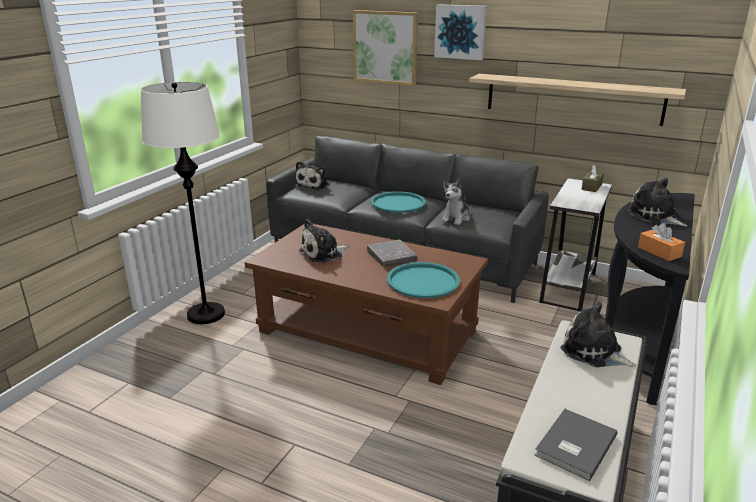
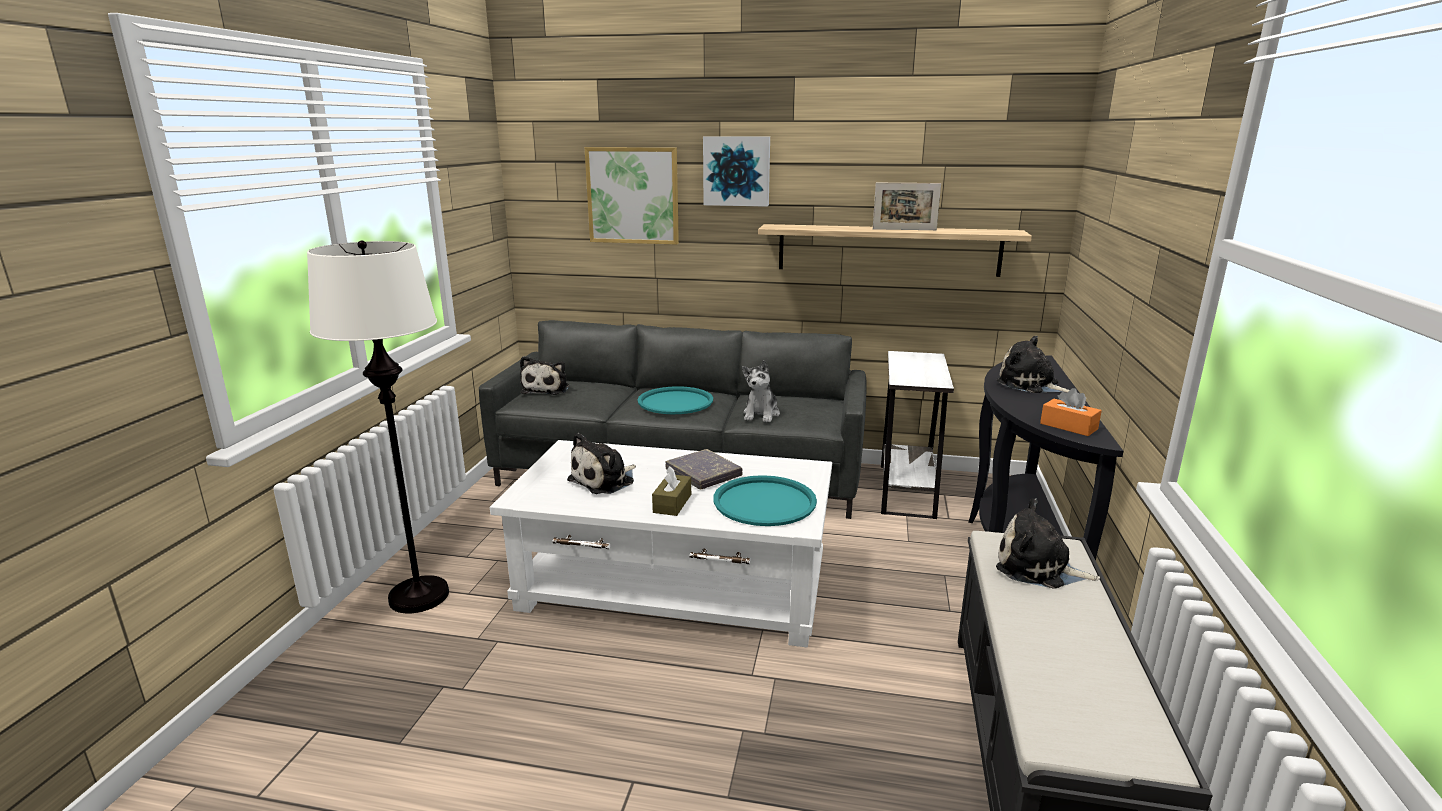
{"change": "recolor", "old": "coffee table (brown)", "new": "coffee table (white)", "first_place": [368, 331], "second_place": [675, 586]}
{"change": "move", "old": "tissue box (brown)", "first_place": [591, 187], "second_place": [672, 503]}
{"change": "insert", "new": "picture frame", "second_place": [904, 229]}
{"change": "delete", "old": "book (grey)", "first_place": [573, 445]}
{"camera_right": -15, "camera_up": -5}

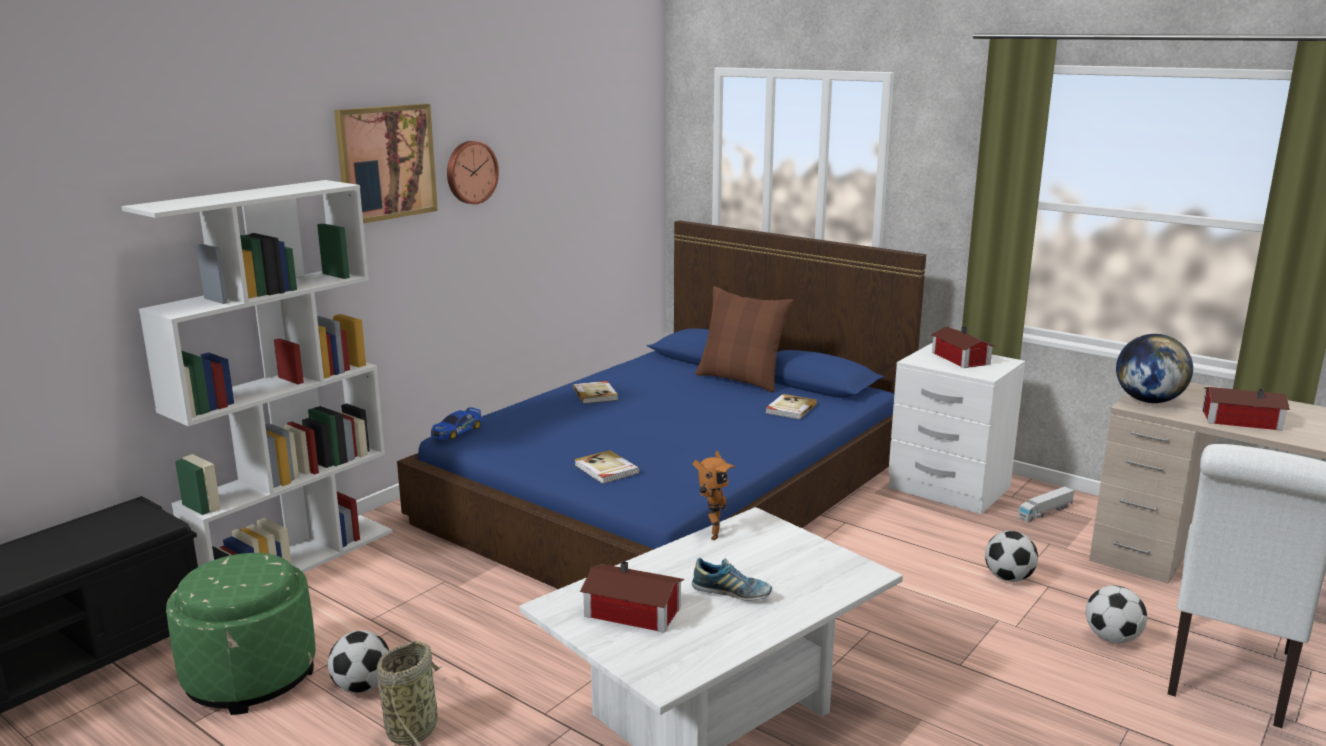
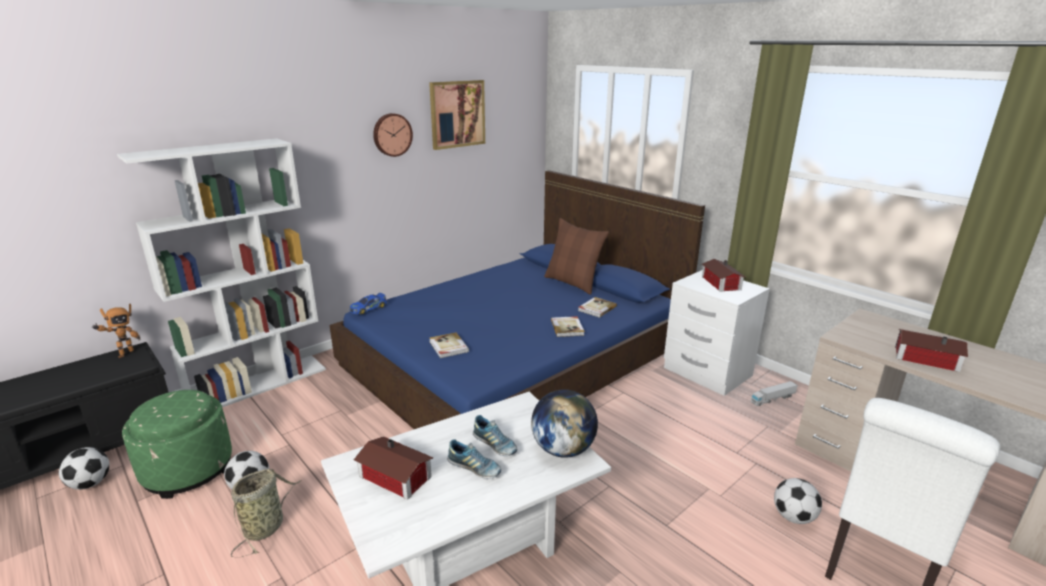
{"change": "move", "old": "football", "first_place": [1008, 578], "second_place": [90, 484]}
{"change": "move", "old": "toy robot", "first_place": [711, 534], "second_place": [124, 353]}
{"change": "move", "old": "picture", "first_place": [386, 162], "second_place": [457, 114]}
{"change": "insert", "new": "shoe", "second_place": [495, 445]}
{"change": "move", "old": "globe", "first_place": [1148, 401], "second_place": [563, 449]}
{"change": "move", "old": "book", "first_place": [596, 394], "second_place": [567, 328]}
{"camera_right": 10, "camera_up": 5}

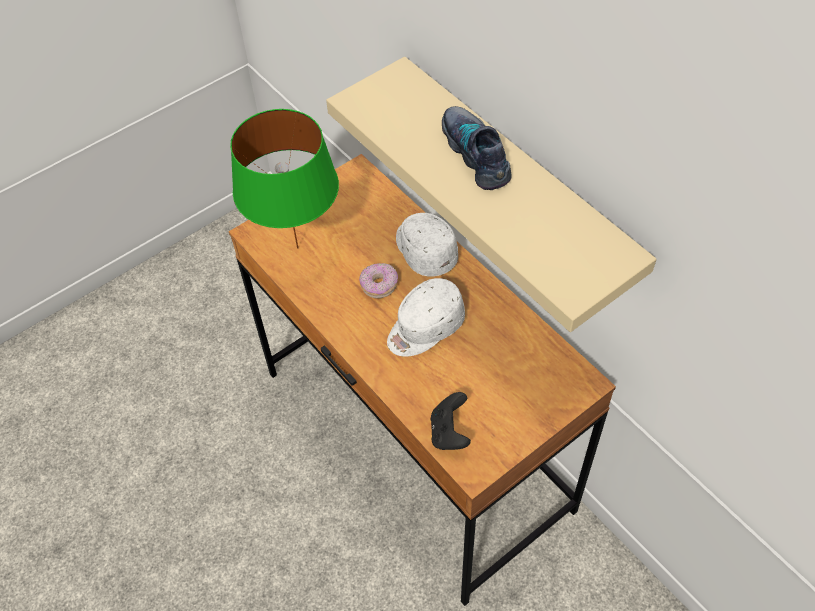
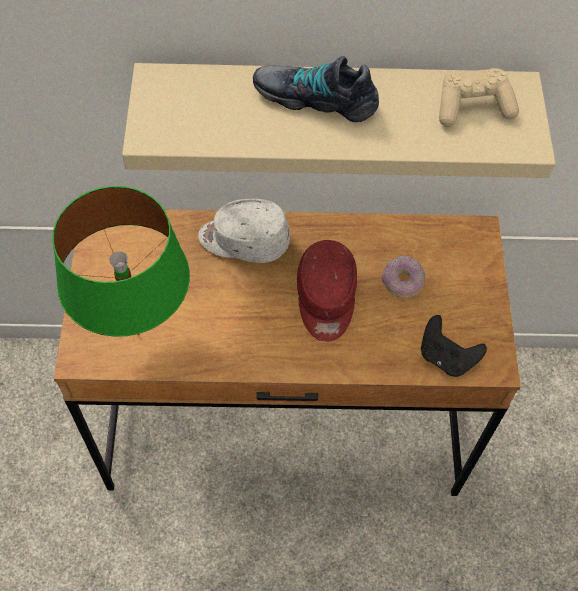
{"change": "recolor", "old": "cap (white)", "new": "cap (red)", "first_place": [424, 328], "second_place": [326, 299]}
{"change": "move", "old": "donut", "first_place": [379, 285], "second_place": [402, 282]}
{"change": "insert", "new": "game controller (beige)", "second_place": [472, 107]}
{"camera_right": -55, "camera_up": 5}

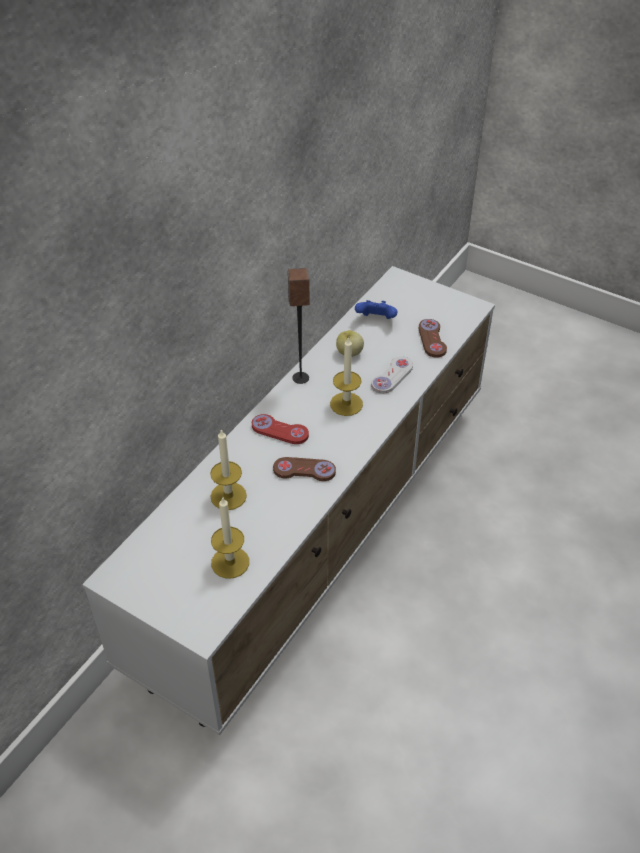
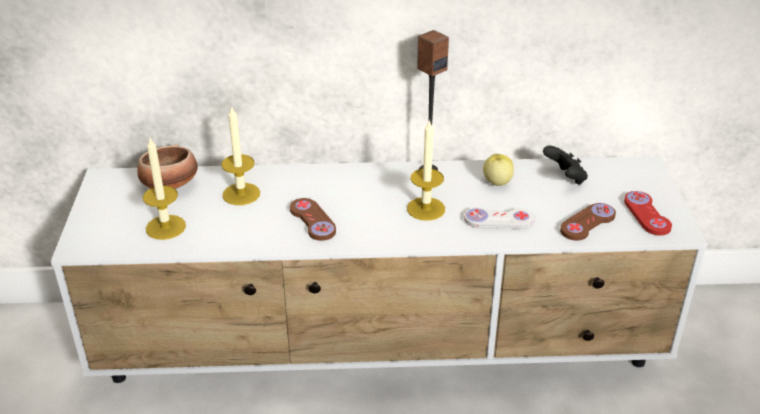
{"change": "insert", "new": "bowl", "second_place": [169, 185]}
{"change": "recolor", "old": "game controller (blue)", "new": "game controller (black)", "first_place": [376, 320], "second_place": [565, 178]}
{"change": "move", "old": "game controller (red)", "first_place": [280, 430], "second_place": [646, 214]}
{"camera_right": 55, "camera_up": -10}

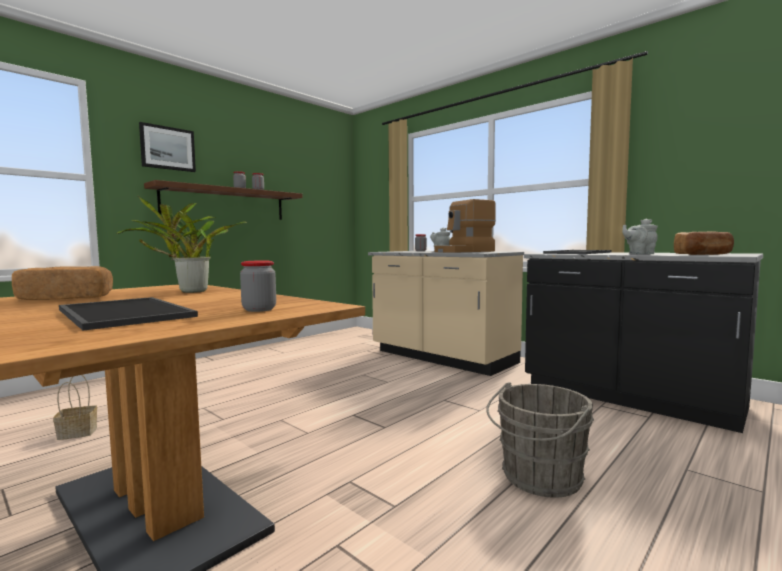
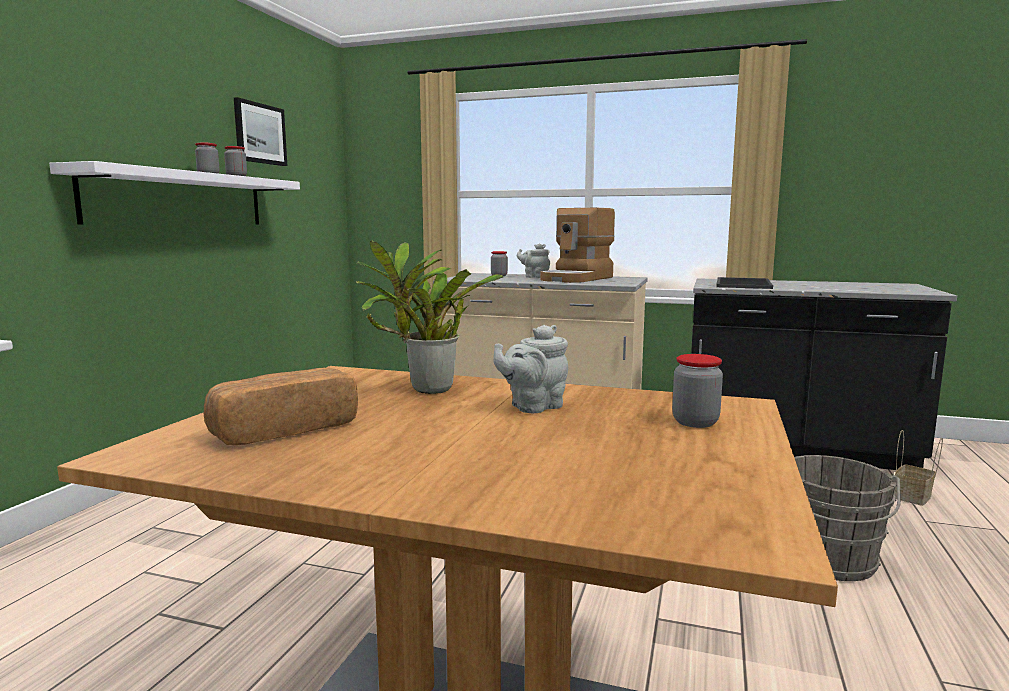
{"change": "recolor", "old": "shelf (brown)", "new": "shelf (white)", "first_place": [225, 203], "second_place": [180, 199]}
{"change": "move", "old": "picture", "first_place": [167, 148], "second_place": [260, 133]}
{"change": "move", "old": "teapot (grey)", "first_place": [639, 254], "second_place": [533, 407]}
{"change": "move", "old": "basket", "first_place": [76, 433], "second_place": [913, 497]}
{"change": "delete", "old": "tray", "first_place": [121, 313]}
{"change": "delete", "old": "bread", "first_place": [704, 254]}
{"camera_right": -25, "camera_up": 5}

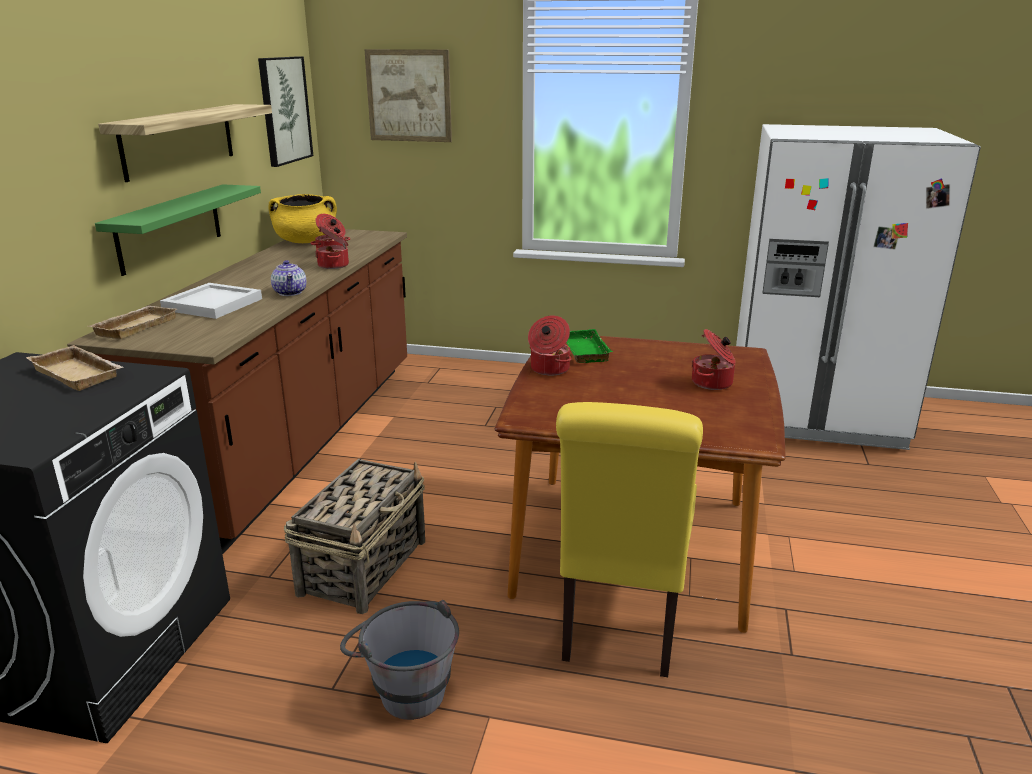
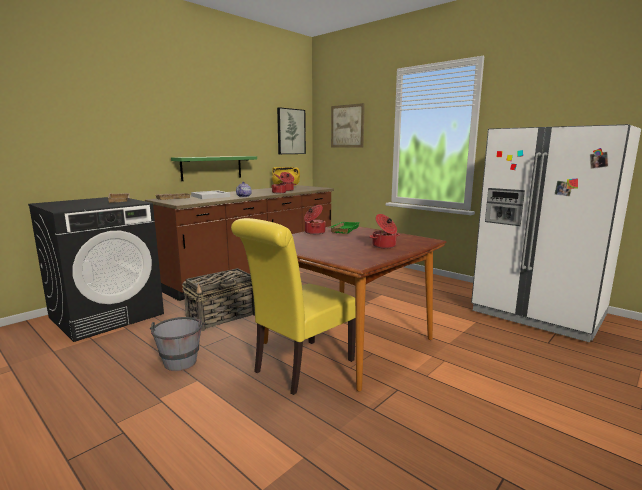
{"change": "delete", "old": "shelf", "first_place": [179, 140]}
{"camera_right": 30, "camera_up": -10}

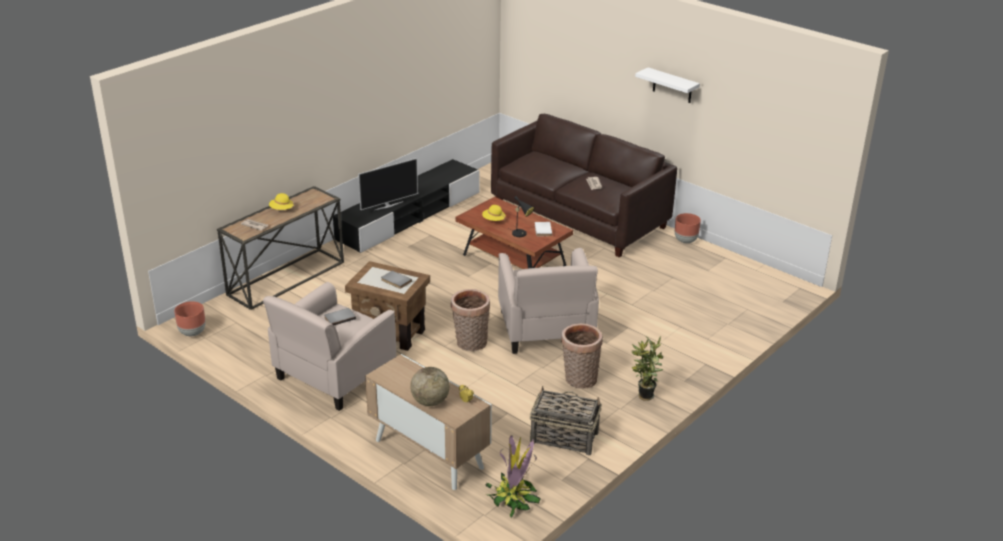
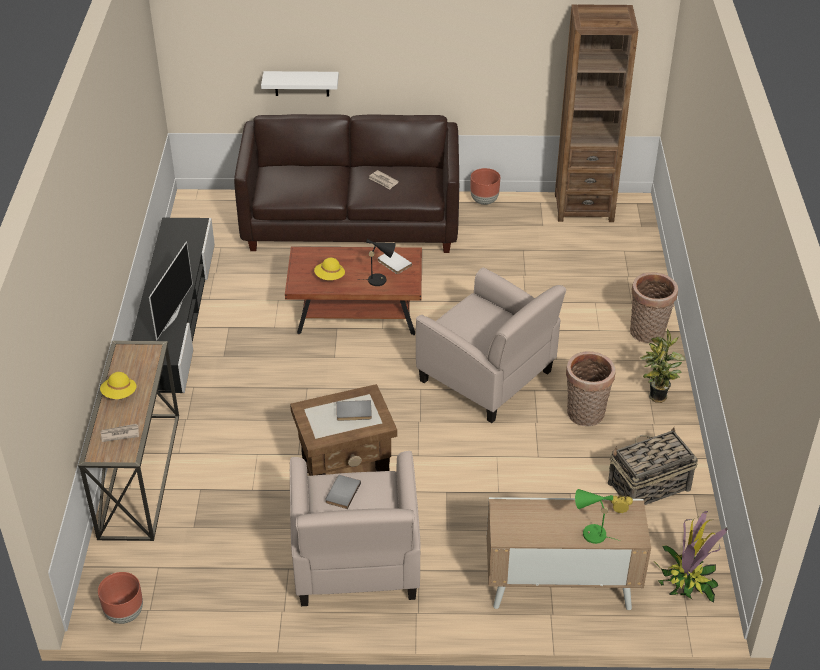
{"change": "move", "old": "shelf (white)", "first_place": [672, 86], "second_place": [301, 83]}
{"change": "insert", "new": "bookcase (brown)", "second_place": [584, 207]}
{"change": "replace", "old": "globe", "new": "table lamp (green)", "first_place": [430, 402], "second_place": [590, 534]}
{"change": "move", "old": "basket", "first_place": [470, 344], "second_place": [647, 333]}
{"camera_right": -40, "camera_up": 10}

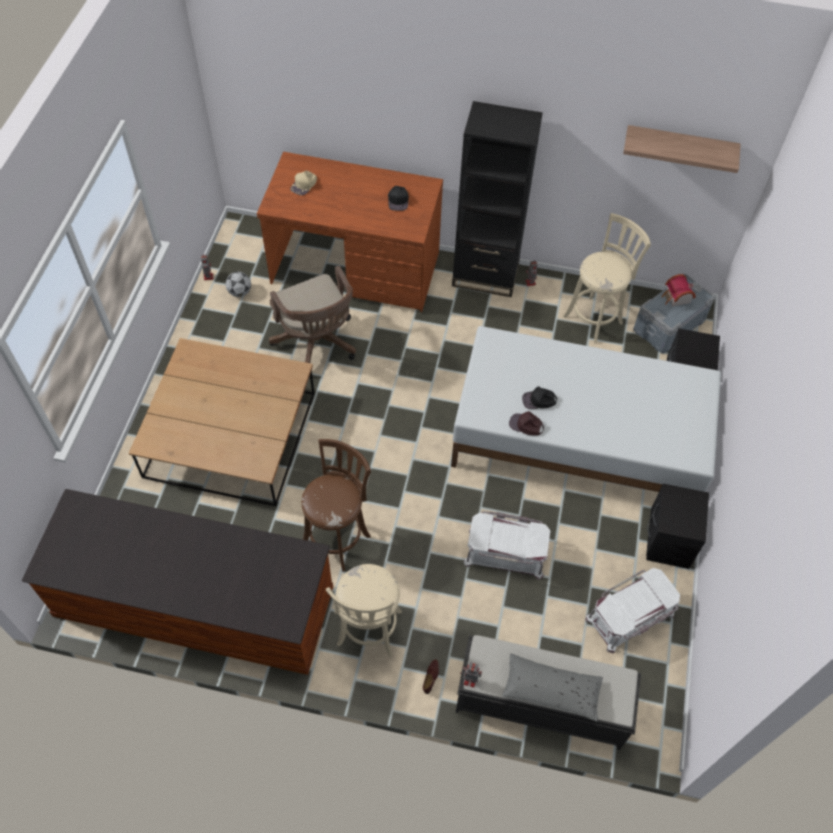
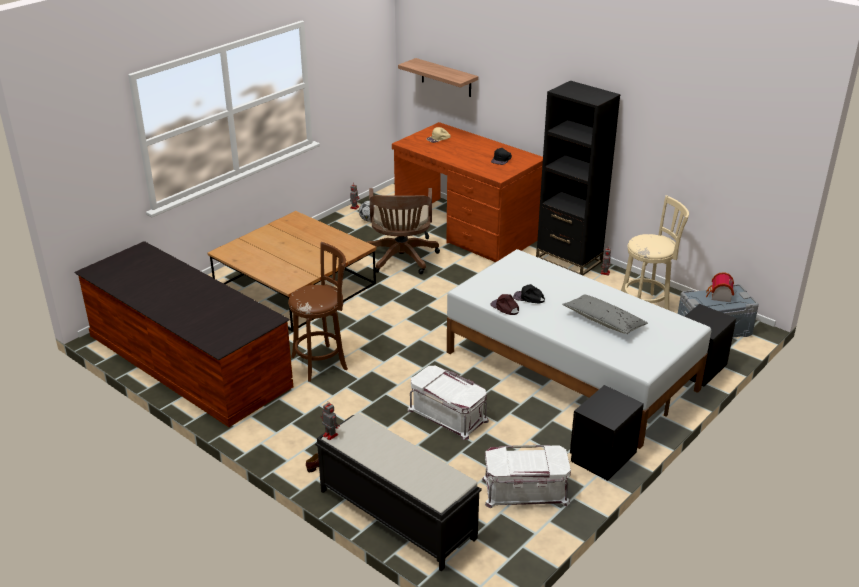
{"change": "move", "old": "shelf", "first_place": [680, 146], "second_place": [446, 78]}
{"change": "move", "old": "pillow (grey)", "first_place": [551, 690], "second_place": [604, 321]}
{"change": "delete", "old": "stool (beige)", "first_place": [368, 632]}
{"camera_right": 30, "camera_up": -25}

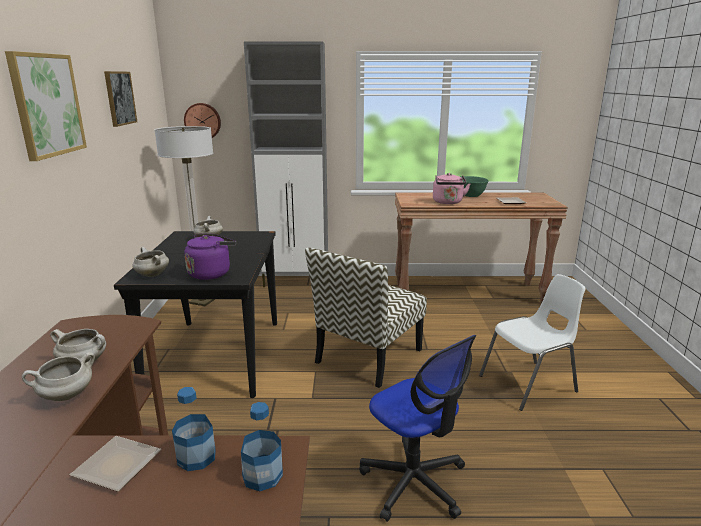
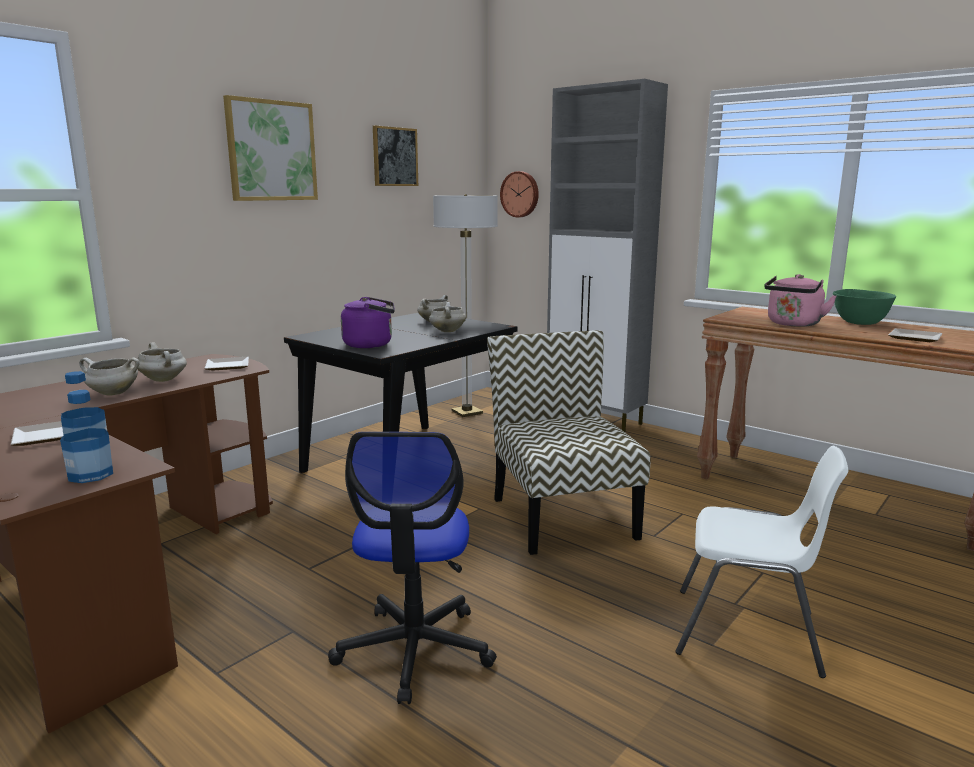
{"change": "insert", "new": "plate", "second_place": [229, 366]}
{"change": "move", "old": "cooking pot (white)", "first_place": [152, 275], "second_place": [447, 331]}
{"change": "rotate", "old": "chair", "first_place": [368, 357], "second_place": [561, 517], "degrees": 90}
{"camera_right": 40, "camera_up": -5}

